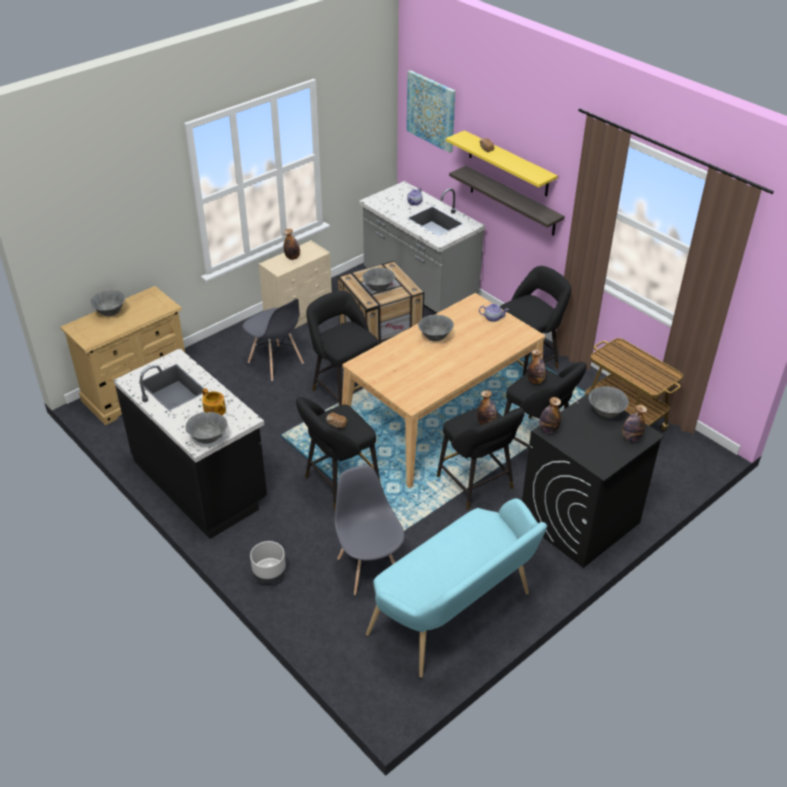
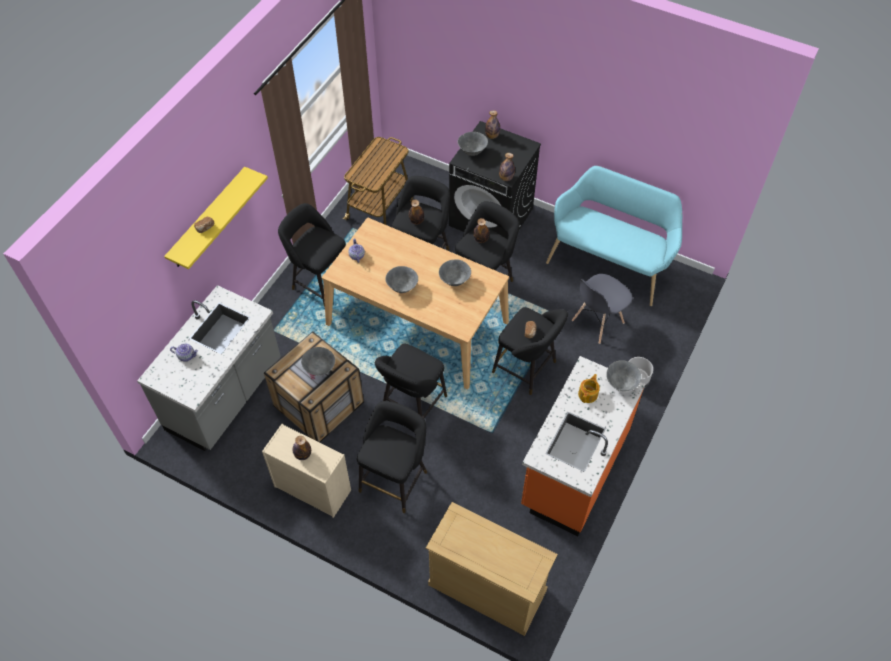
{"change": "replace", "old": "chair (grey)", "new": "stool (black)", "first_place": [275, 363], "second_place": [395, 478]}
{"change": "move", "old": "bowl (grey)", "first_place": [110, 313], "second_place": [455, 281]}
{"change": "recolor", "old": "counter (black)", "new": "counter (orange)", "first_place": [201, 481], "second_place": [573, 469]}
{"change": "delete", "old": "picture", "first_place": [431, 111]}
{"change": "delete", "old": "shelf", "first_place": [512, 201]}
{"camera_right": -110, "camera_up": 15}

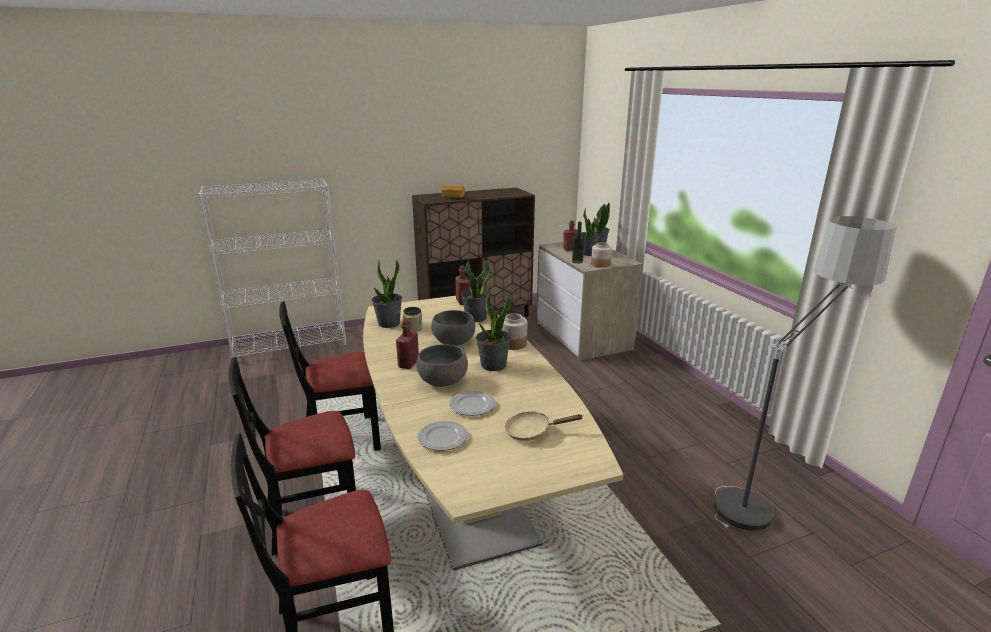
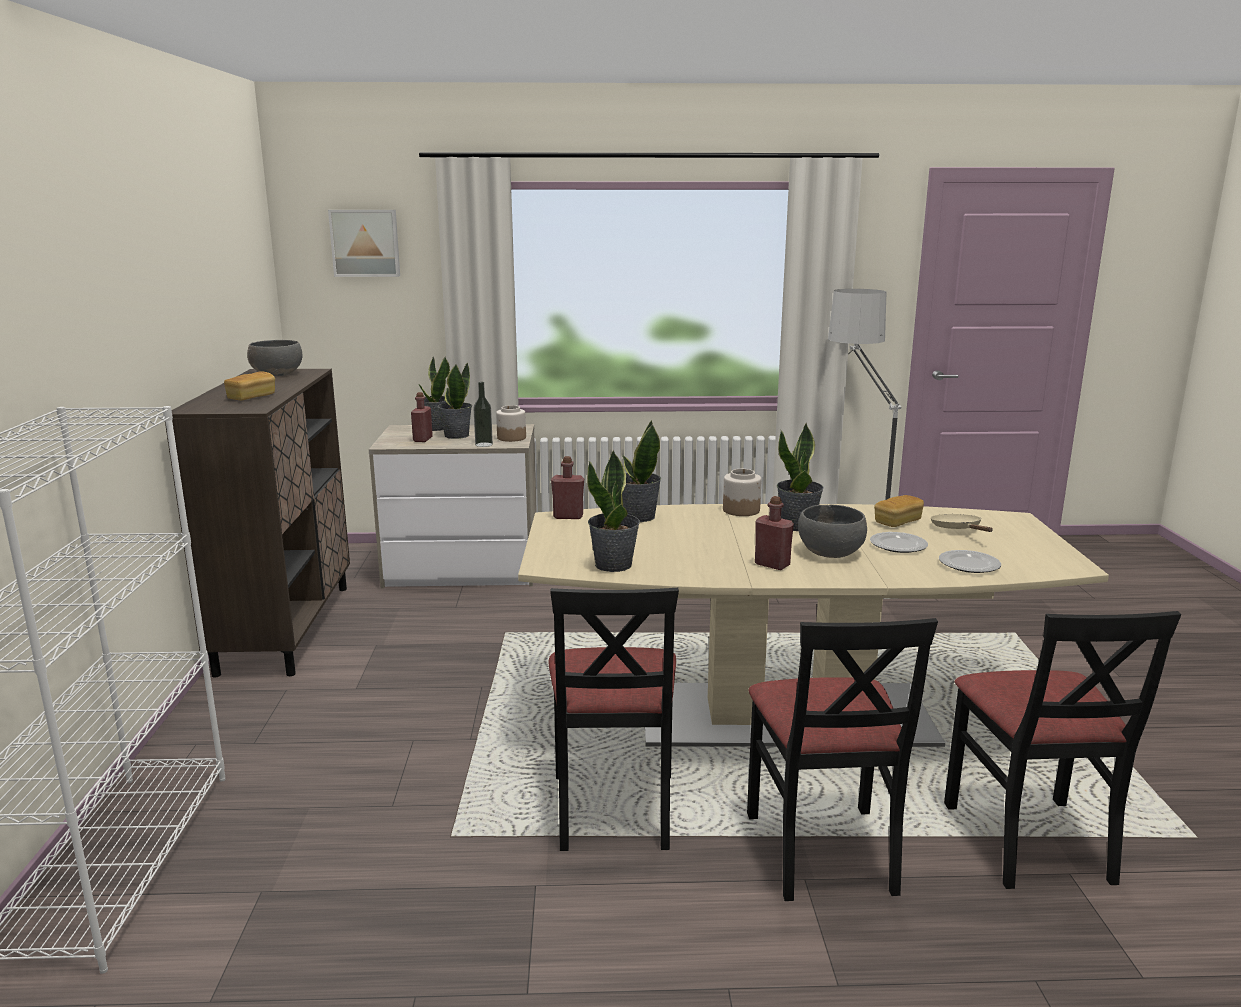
{"change": "move", "old": "bowl (grey)", "first_place": [453, 341], "second_place": [277, 374]}
{"change": "insert", "new": "picture", "second_place": [365, 243]}
{"change": "insert", "new": "bread", "second_place": [897, 522]}
{"change": "rotate", "old": "frying pan (beige)", "first_place": [532, 431], "second_place": [958, 529], "degrees": 150}
{"change": "delete", "old": "jar", "first_place": [413, 328]}
{"camera_right": -70, "camera_up": -5}

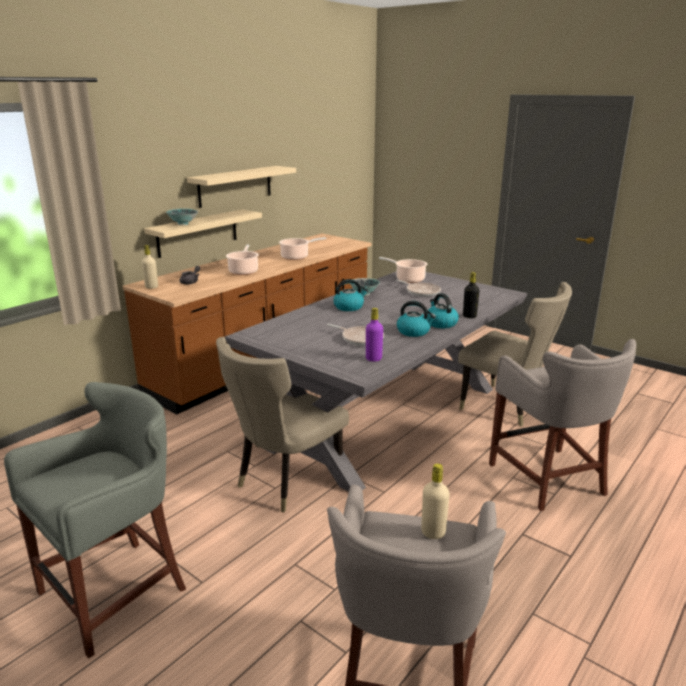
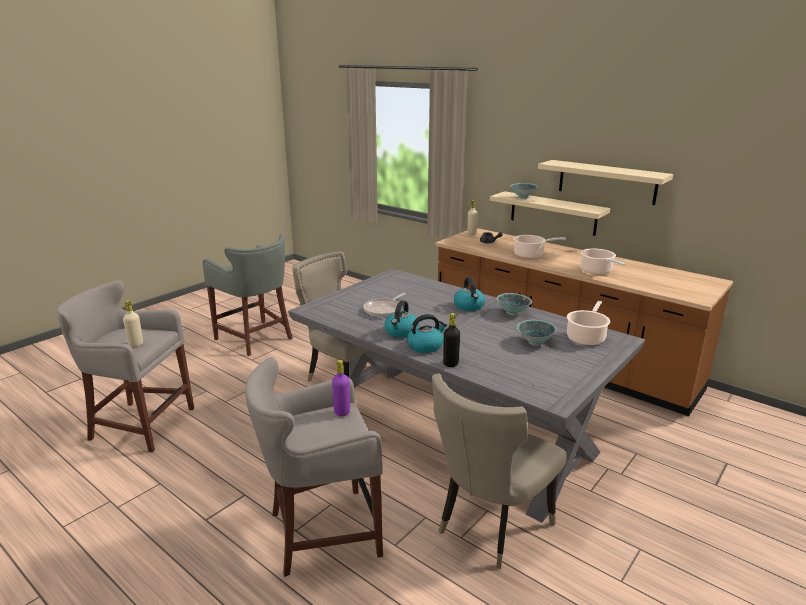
{"change": "move", "old": "bottle (purple)", "first_place": [373, 359], "second_place": [342, 412]}
{"change": "replace", "old": "frying pan", "new": "bowl", "first_place": [421, 292], "second_place": [535, 342]}
{"camera_right": 90, "camera_up": 0}

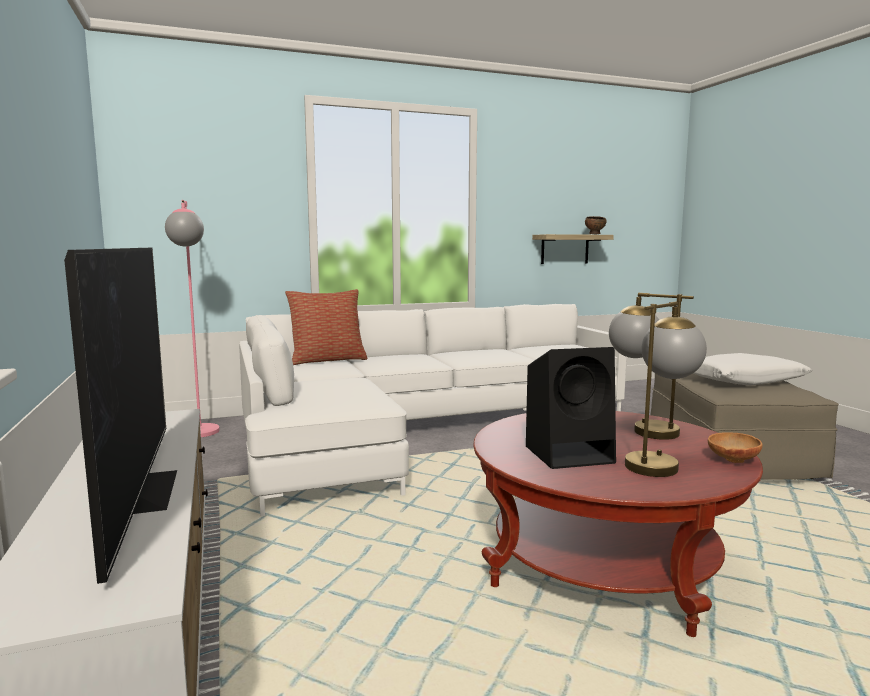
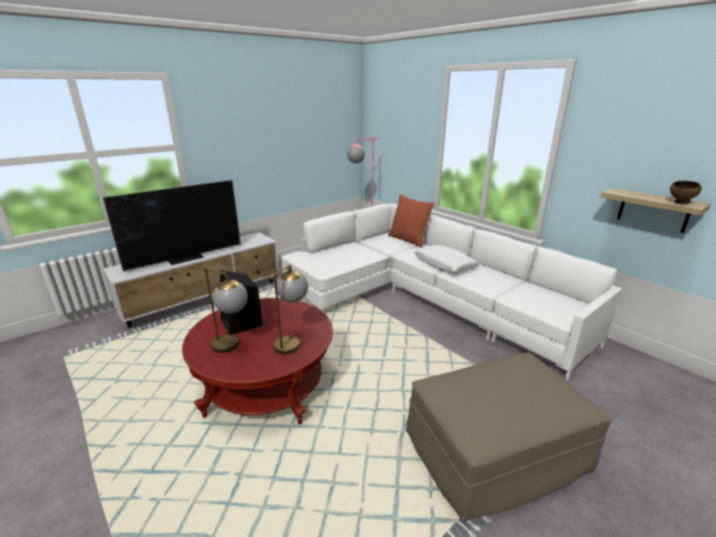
{"change": "move", "old": "pillow (white)", "first_place": [745, 380], "second_place": [444, 265]}
{"change": "delete", "old": "bowl (brown)", "first_place": [732, 460]}
{"camera_right": 70, "camera_up": 15}

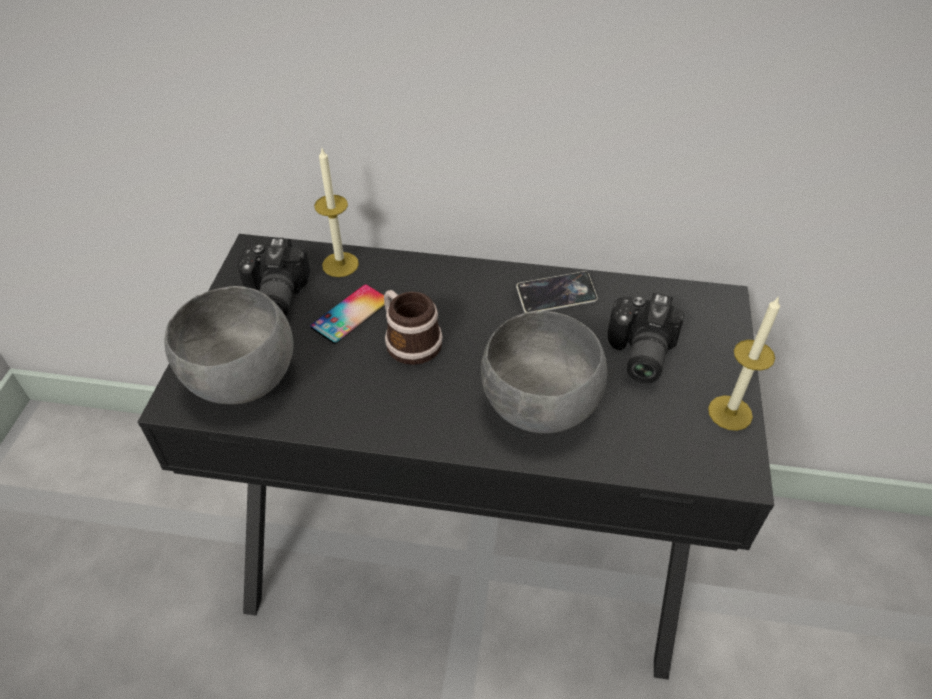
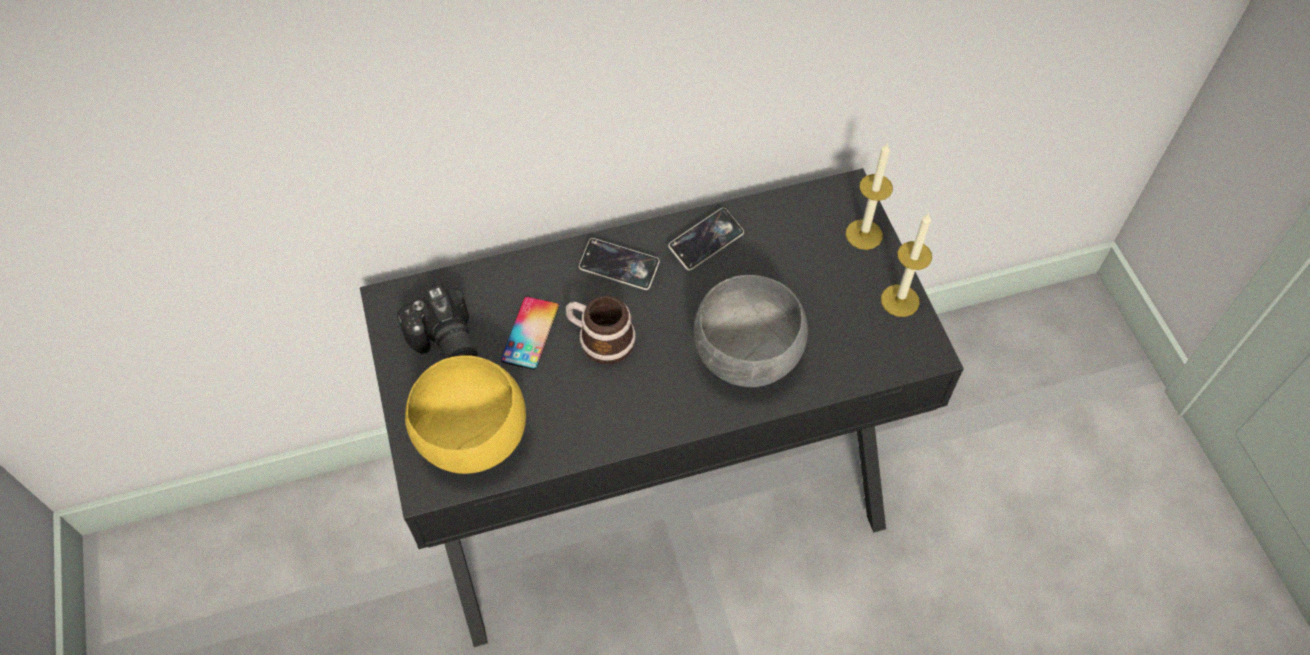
{"change": "recolor", "old": "bowl (grey)", "new": "bowl (yellow)", "first_place": [241, 381], "second_place": [473, 441]}
{"change": "insert", "new": "phone", "second_place": [619, 267]}
{"change": "move", "old": "candle", "first_place": [340, 264], "second_place": [864, 234]}
{"change": "delete", "old": "photo camera", "first_place": [637, 353]}
{"camera_right": -25, "camera_up": 10}

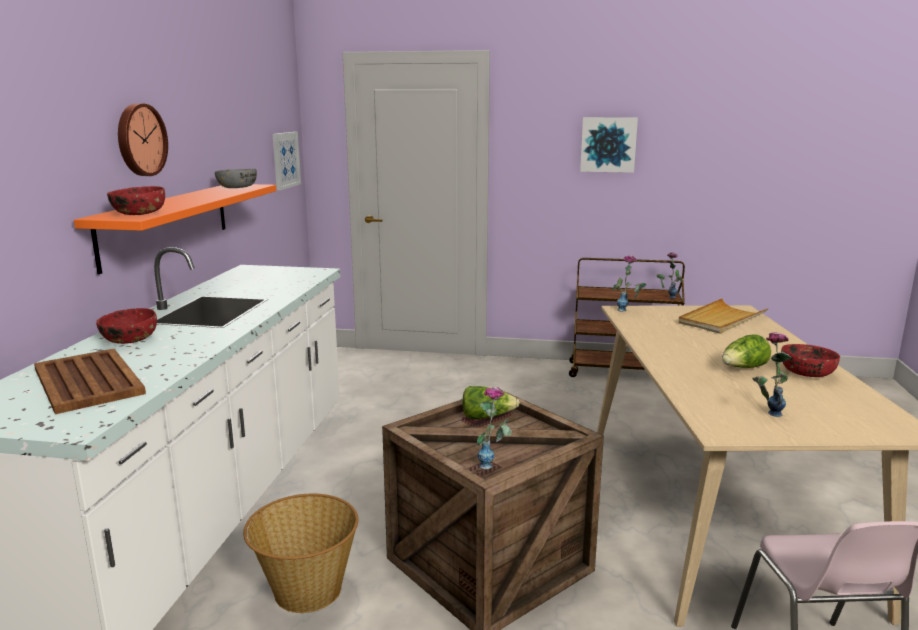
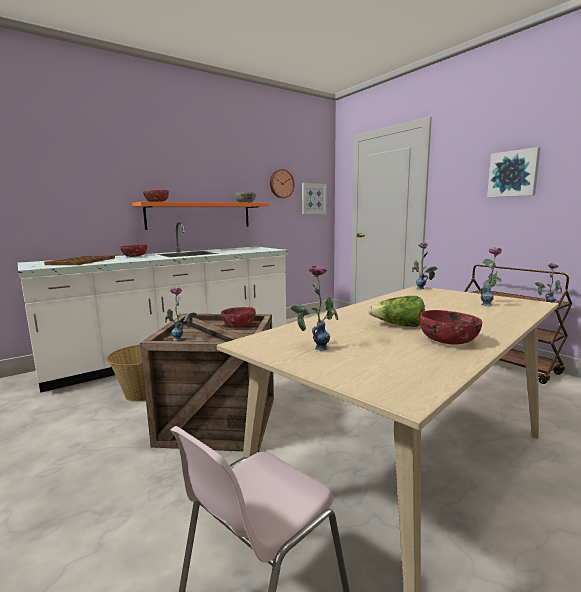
{"change": "replace", "old": "lettuce", "new": "bowl (red)", "first_place": [487, 417], "second_place": [238, 325]}
{"change": "move", "old": "wall clock", "first_place": [140, 140], "second_place": [281, 184]}
{"change": "replace", "old": "tray (beige)", "new": "vase", "first_place": [721, 319], "second_place": [489, 304]}
{"camera_right": 45, "camera_up": -5}

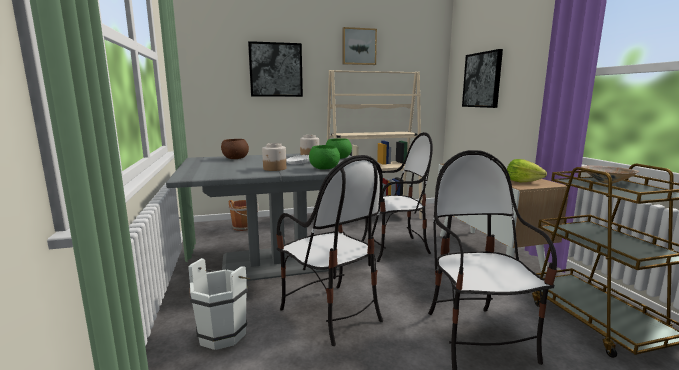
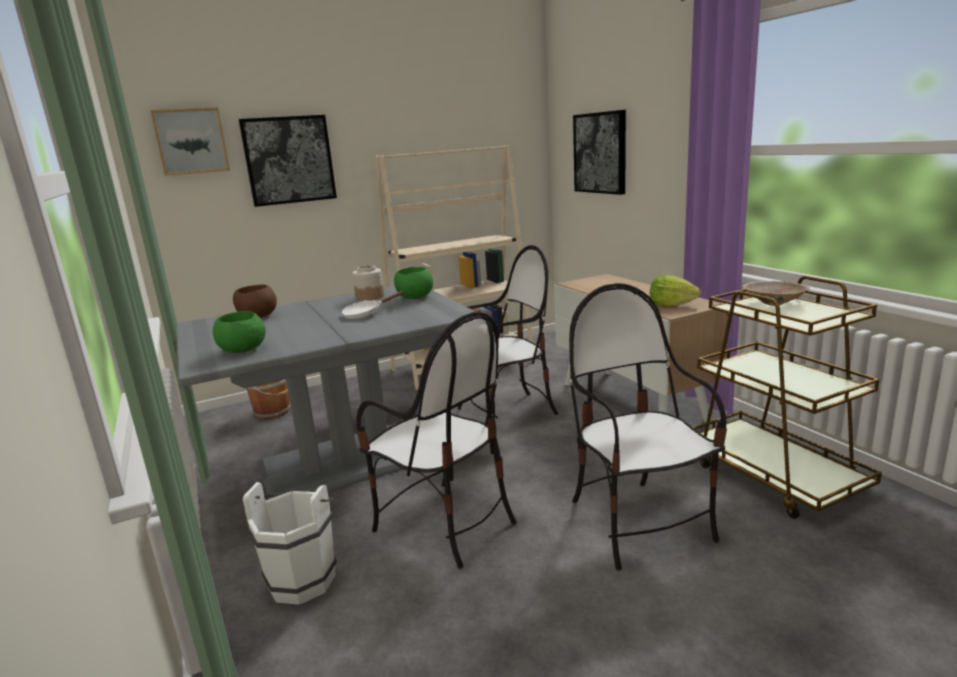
{"change": "move", "old": "picture", "first_place": [358, 46], "second_place": [191, 141]}
{"change": "move", "old": "bowl (green)", "first_place": [324, 168], "second_place": [242, 350]}
{"change": "delete", "old": "jar", "first_place": [274, 169]}
{"camera_right": -10, "camera_up": 5}

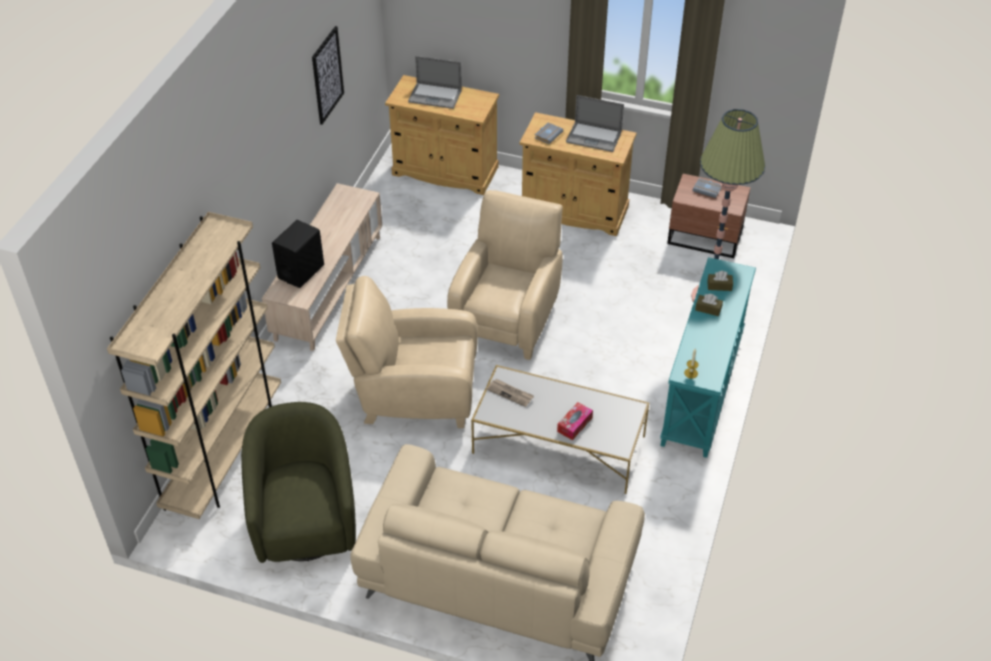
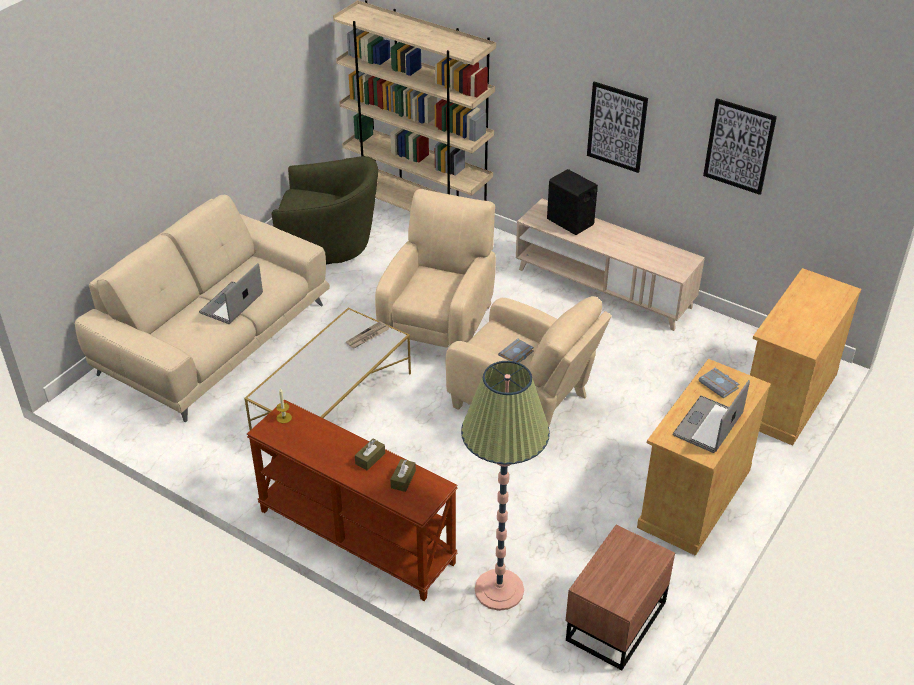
{"change": "move", "old": "laptop", "first_place": [435, 96], "second_place": [231, 303]}
{"change": "recolor", "old": "console table (turquoise)", "new": "console table (brown)", "first_place": [703, 389], "second_place": [355, 537]}
{"change": "move", "old": "book (grey)", "first_place": [707, 189], "second_place": [516, 354]}
{"change": "insert", "new": "picture", "second_place": [617, 127]}
{"change": "delete", "old": "tissue box", "first_place": [574, 424]}
{"camera_right": 105, "camera_up": -5}

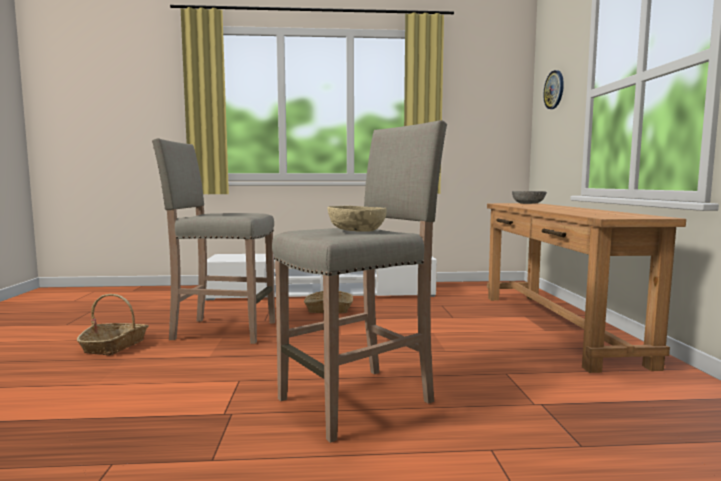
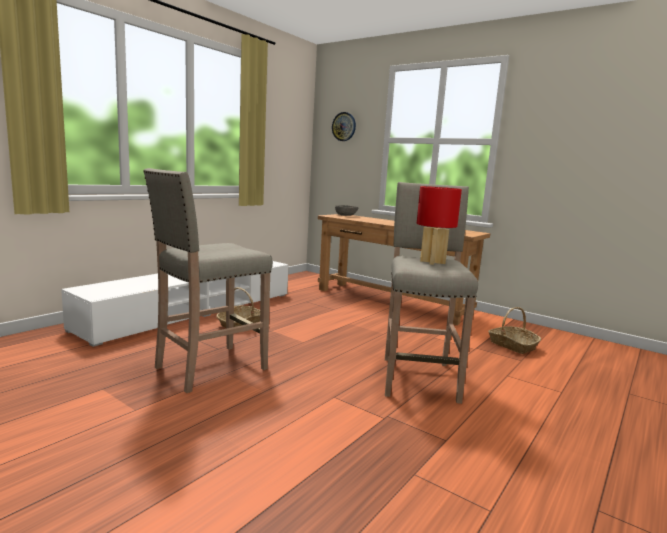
{"change": "replace", "old": "bowl (beige)", "new": "table lamp (red)", "first_place": [357, 231], "second_place": [433, 262]}
{"change": "move", "old": "basket", "first_place": [115, 346], "second_place": [512, 345]}
{"camera_right": -50, "camera_up": 5}

